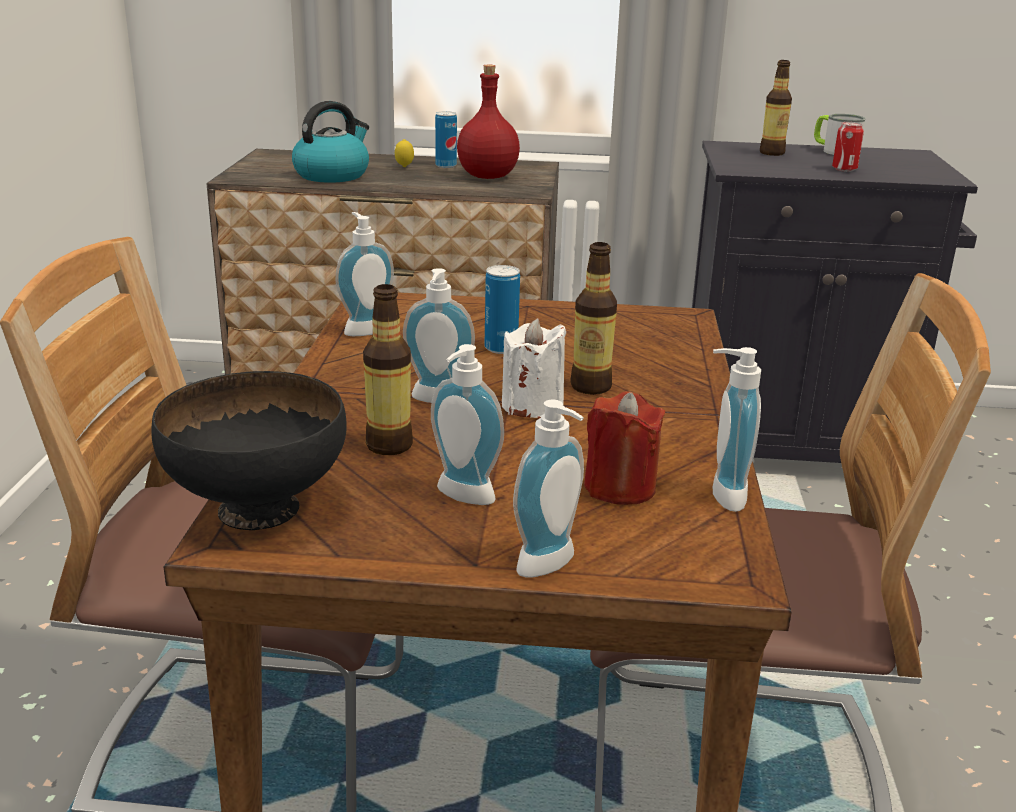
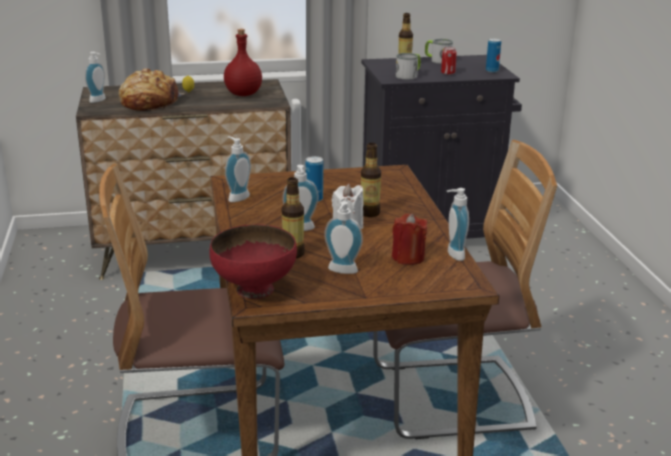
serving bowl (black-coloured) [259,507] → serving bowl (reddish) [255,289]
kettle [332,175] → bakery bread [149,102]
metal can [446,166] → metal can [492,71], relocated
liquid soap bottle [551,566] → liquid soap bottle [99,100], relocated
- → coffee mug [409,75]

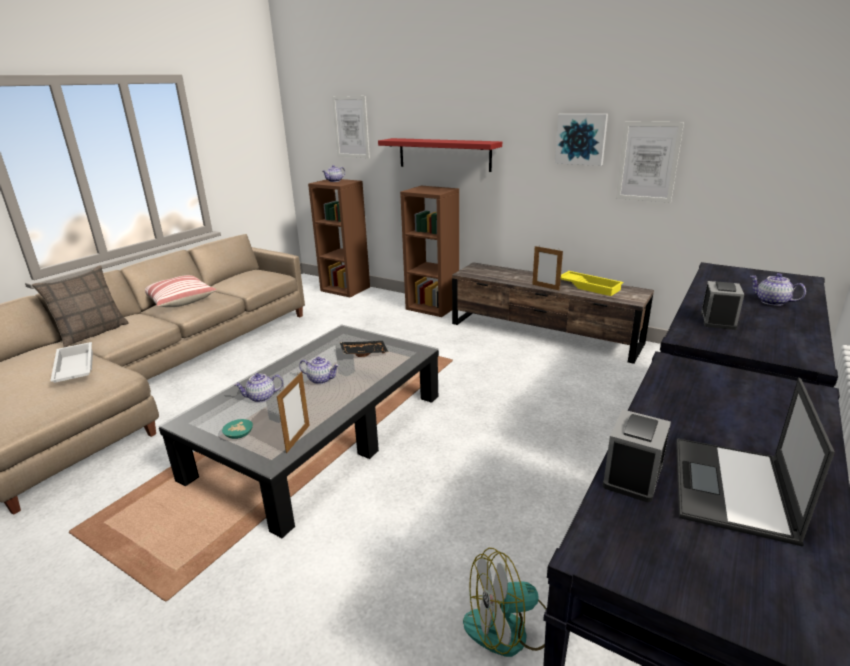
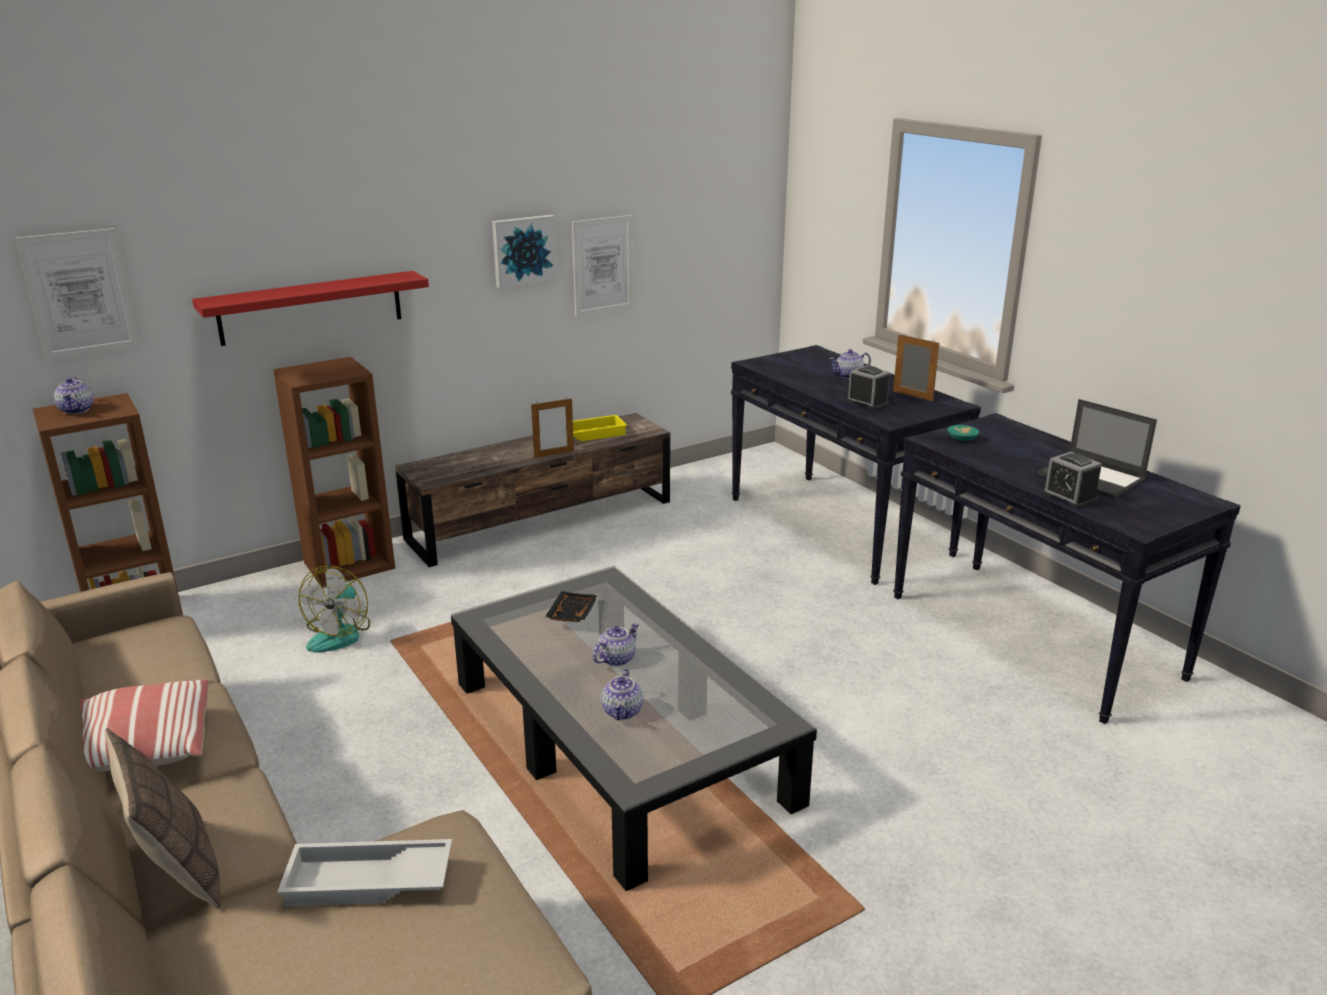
serving bowl (turquoise) [239,435] → serving bowl (turquoise) [963,438], relocated
picture frame [298,438] → picture frame [912,396], relocated
cooling fan [510,628] → cooling fan [340,634], relocated

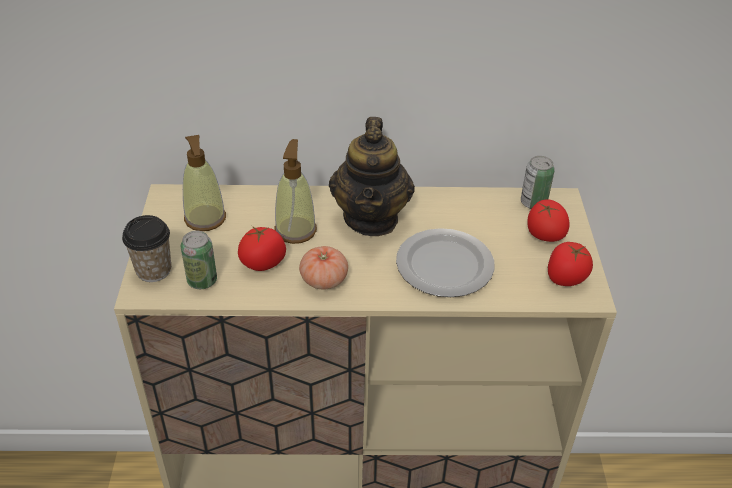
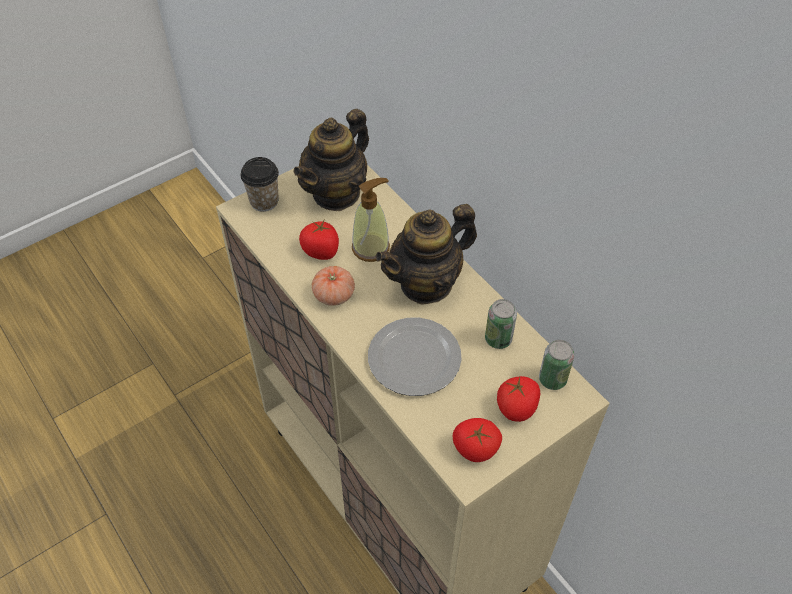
metal can [202,281] → metal can [498,339], relocated
liquid soap bottle [205,218] → tea pot [336,193]

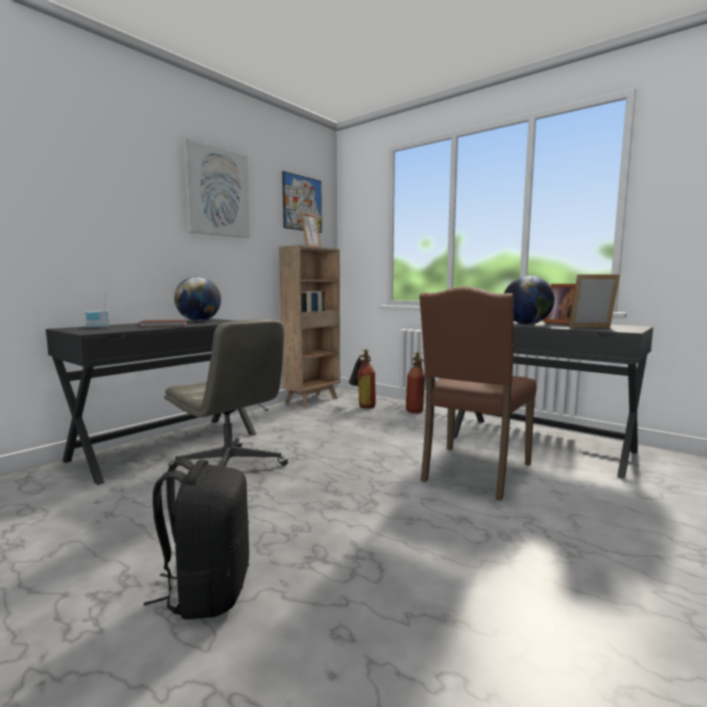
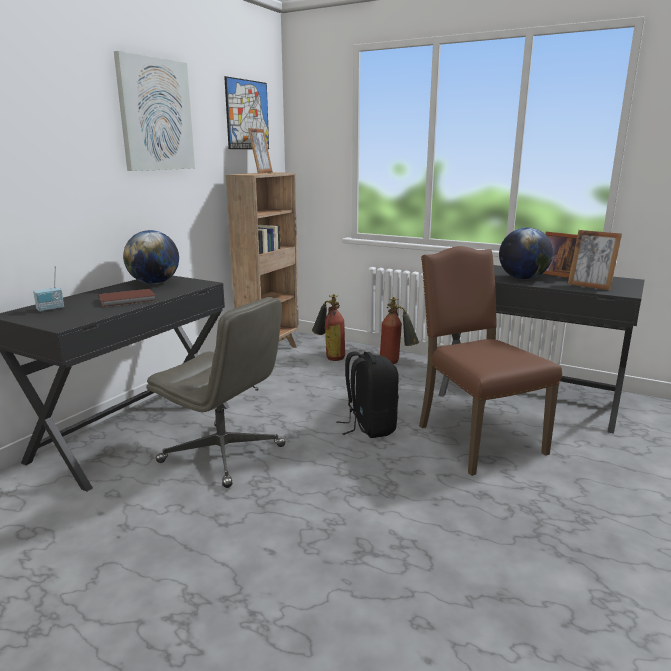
backpack (black-coloured) [207,590] → backpack (black-coloured) [369,427], relocated
upright chair (brownish) [473,472] → upright chair (brownish) [476,438], 135 degrees clockwise
picture frame [591,327] → picture frame [590,286], 135 degrees counterclockwise

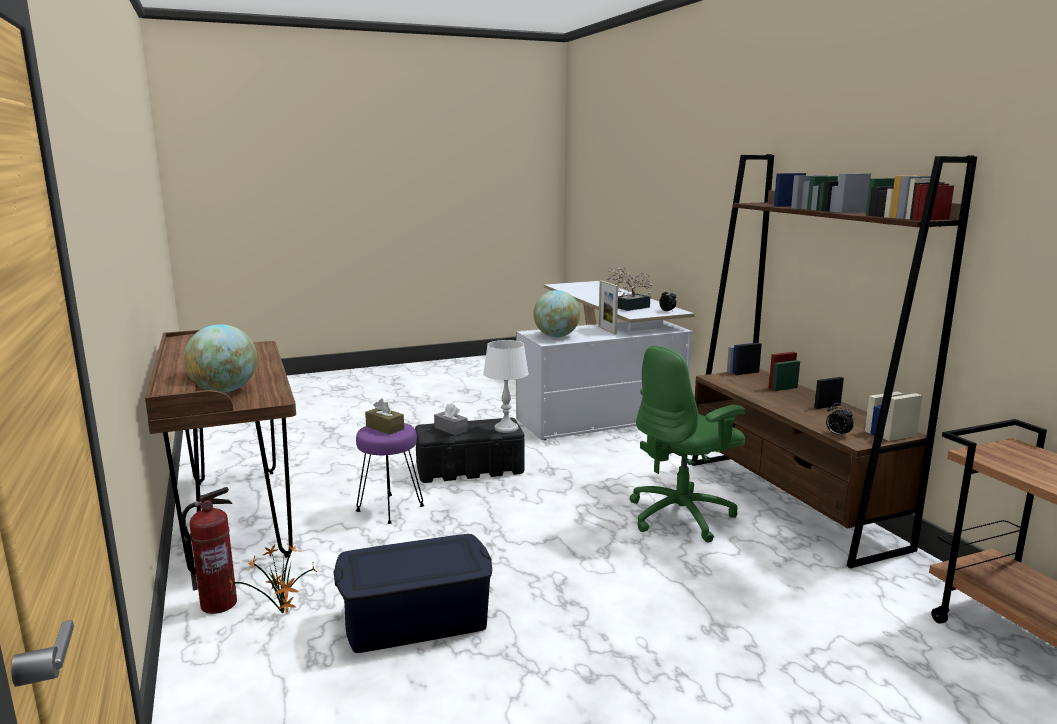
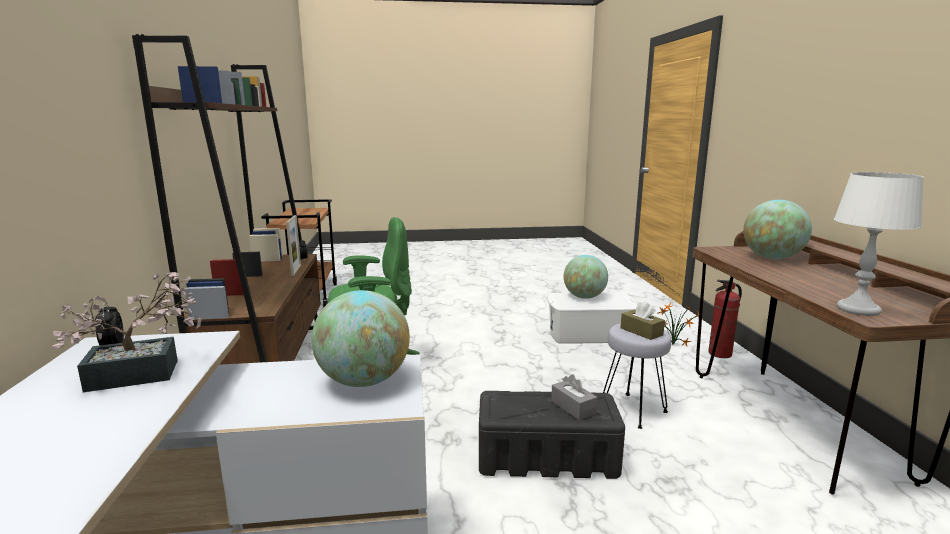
storage container (bluish) [415,619] → storage container (whitish) [590,334]
stool (purple) [390,509] → stool (gray) [632,410]
tabletop lamp (whitish) [506,428] → tabletop lamp (whitish) [858,309], relocated
picture frame [607,330] → picture frame [296,270], relocated
- → desk globe [584,297]

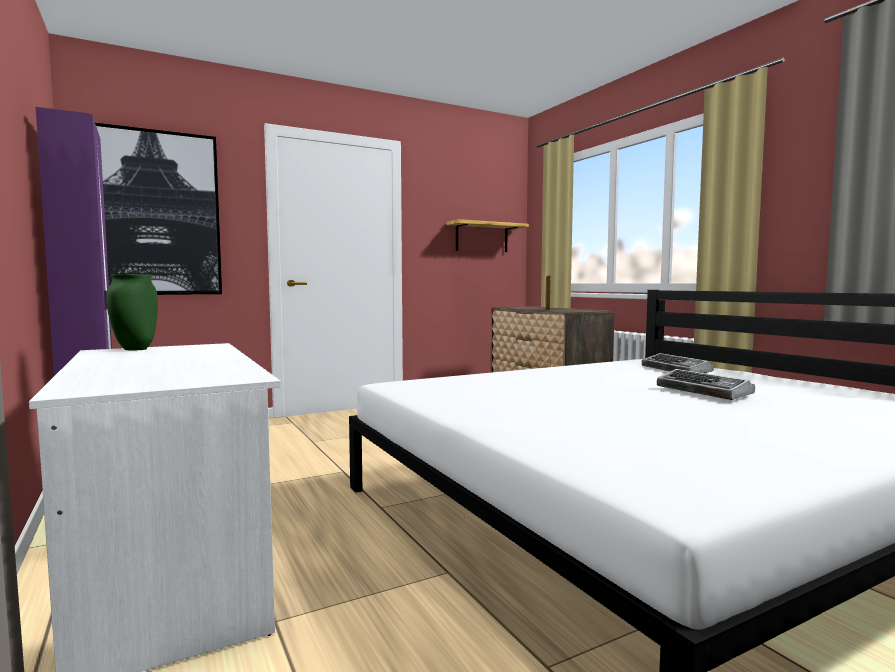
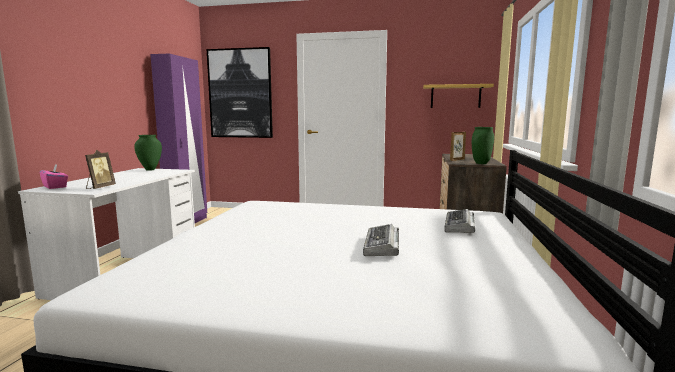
- → box of tissues (pink-coloured) [55,187]
- → picture frame [100,187]
- → flower vase (green-coloured) [480,163]

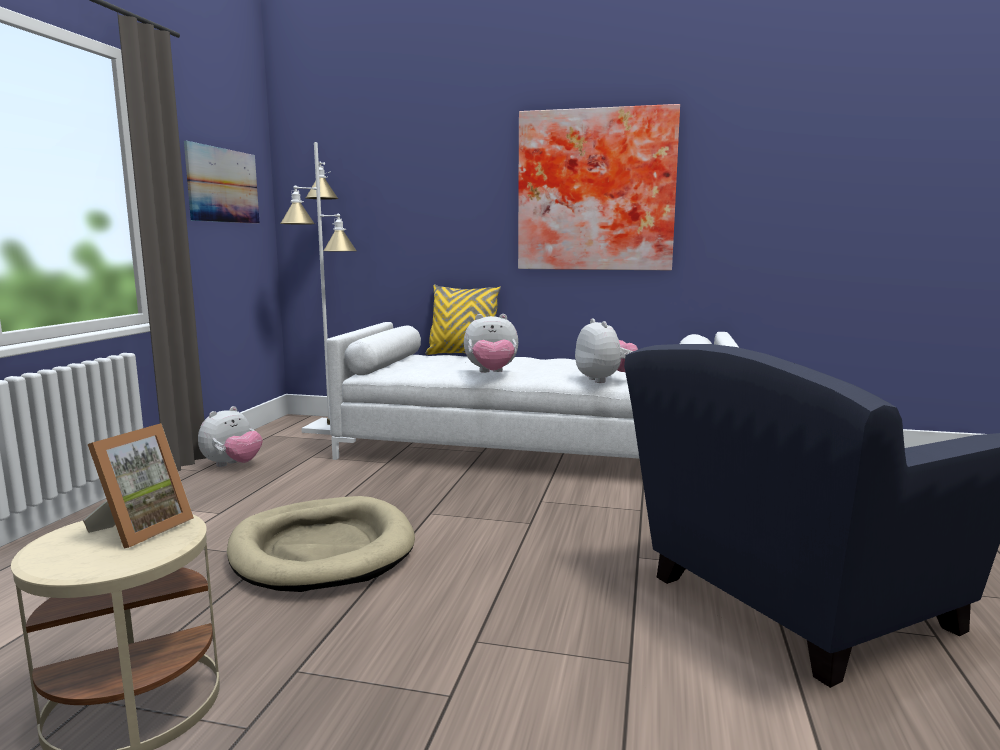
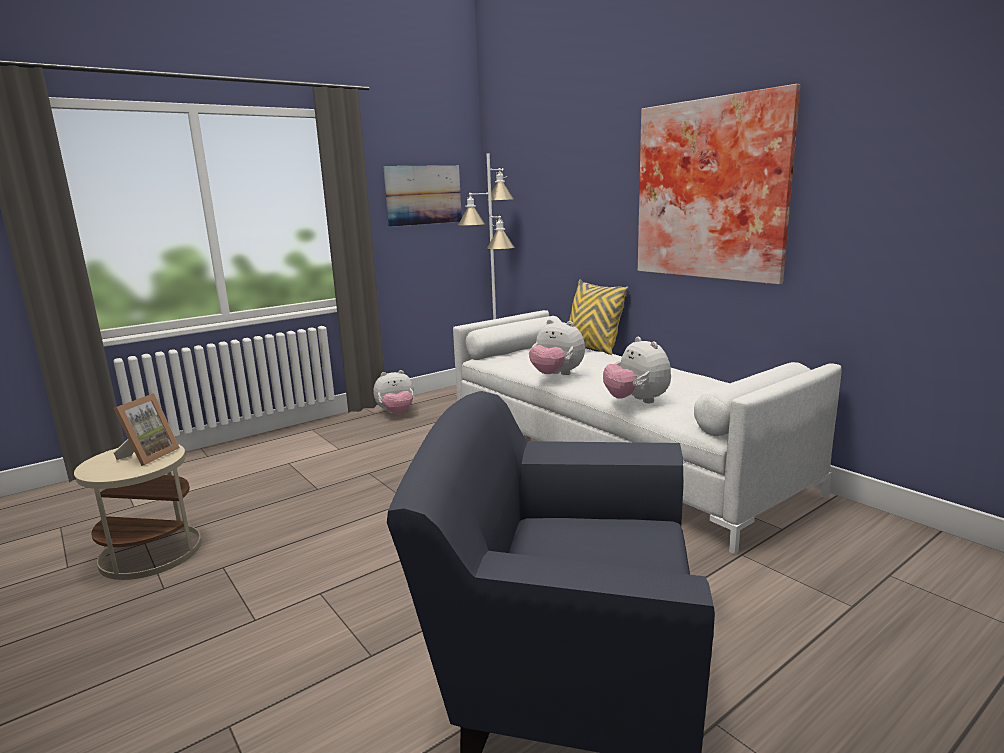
picture frame [141,529] → picture frame [148,455], 45 degrees counterclockwise
pet bed (beige) [322,550] → -
cuddly toy [604,380] → cuddly toy [636,401], 135 degrees clockwise

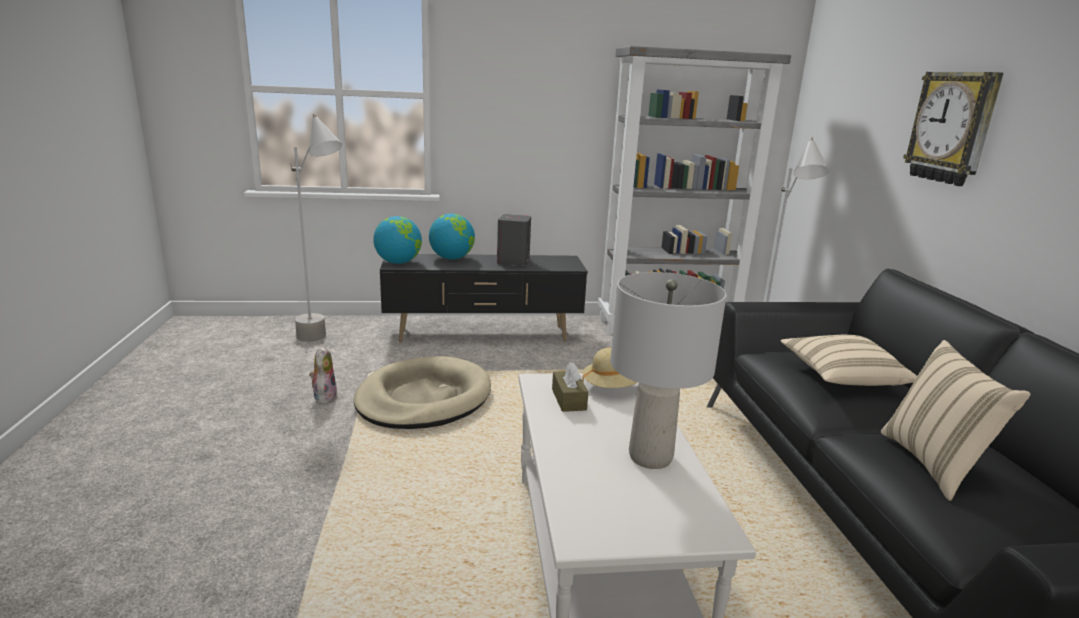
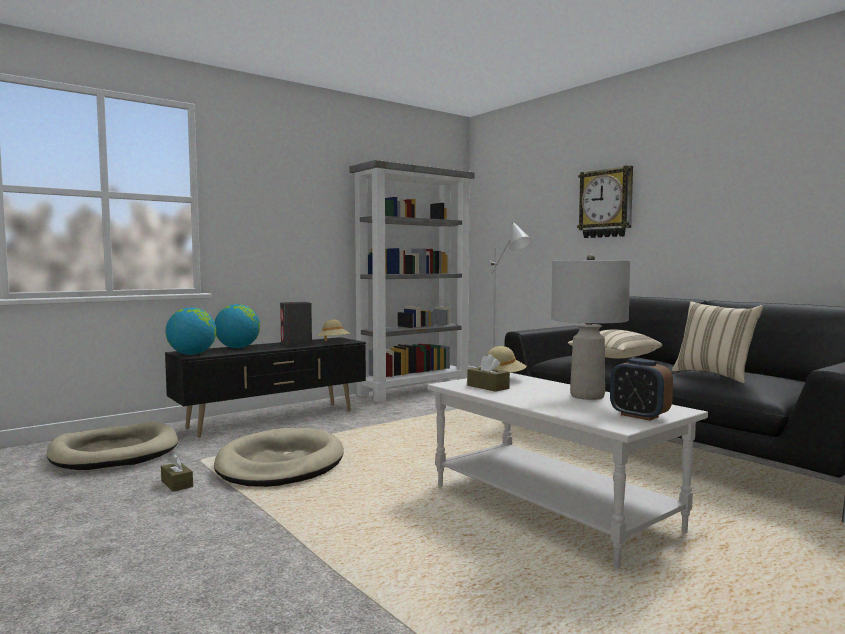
standard lamp (gray) [324,343] → pet bed (beige) [115,452]
cuddly toy [324,397] → box of tissues (brownish) [177,484]
- → clothing hat (beige) [334,342]
- → bedside clock [639,416]

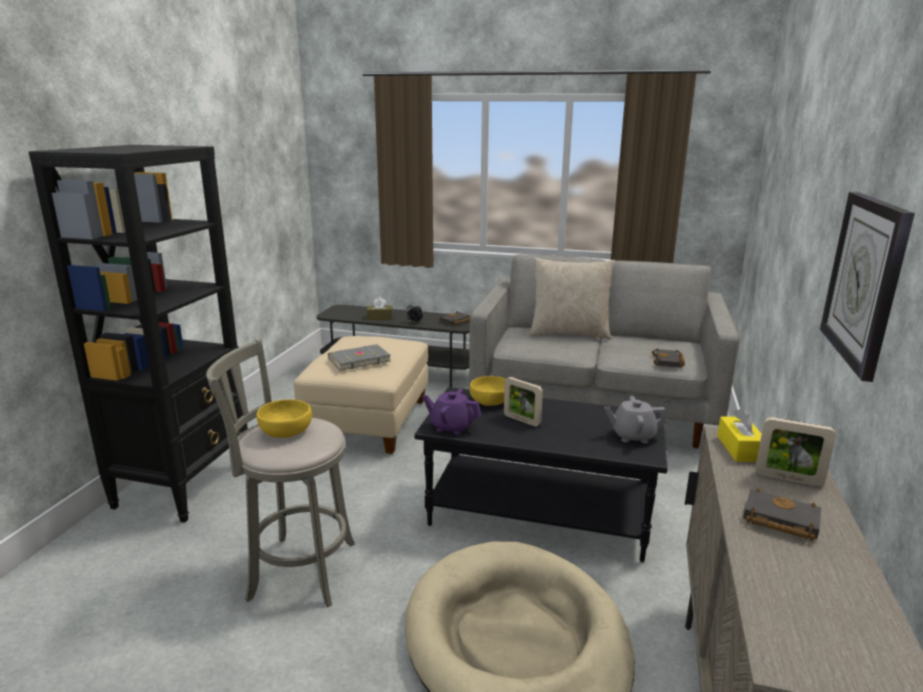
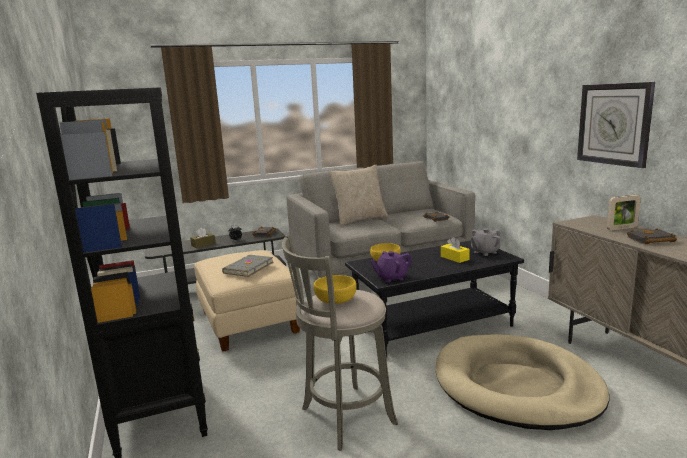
picture frame [521,420] → -
box of tissues (yellowish) [739,448] → box of tissues (yellowish) [454,258], relocated

